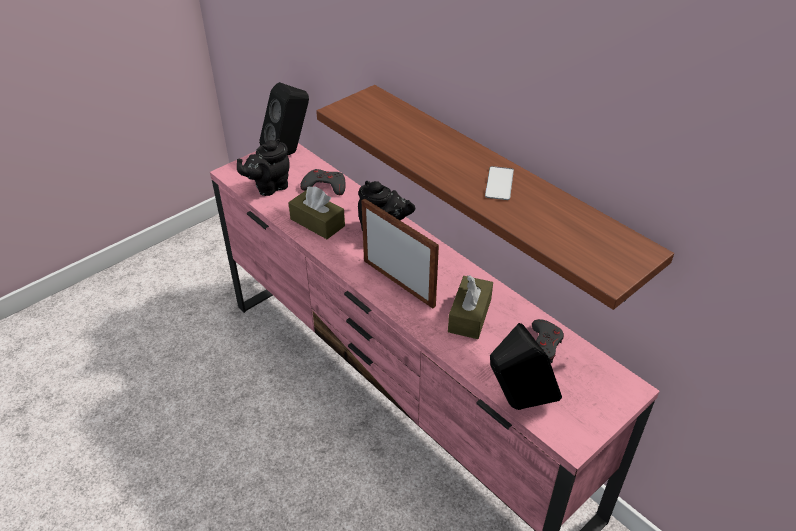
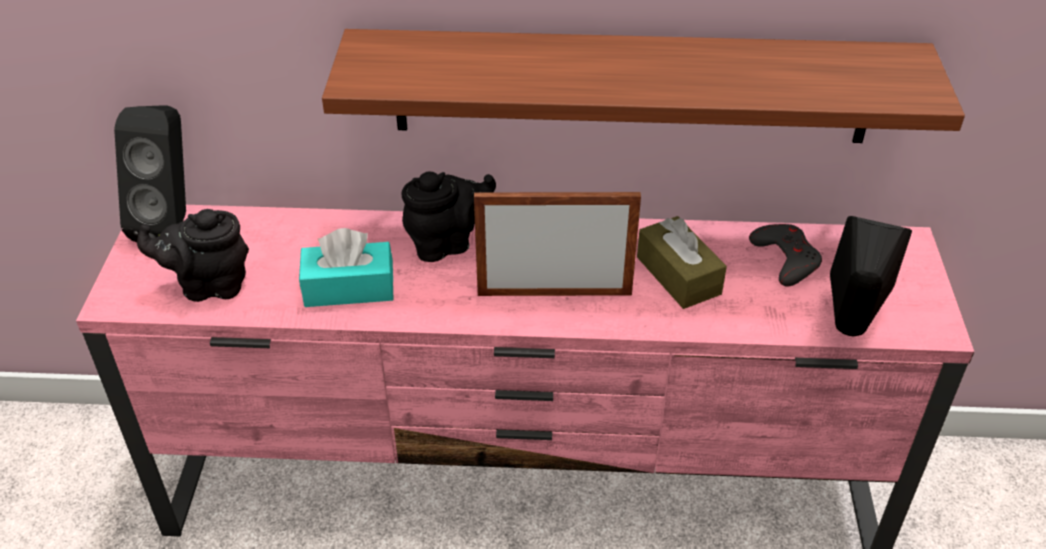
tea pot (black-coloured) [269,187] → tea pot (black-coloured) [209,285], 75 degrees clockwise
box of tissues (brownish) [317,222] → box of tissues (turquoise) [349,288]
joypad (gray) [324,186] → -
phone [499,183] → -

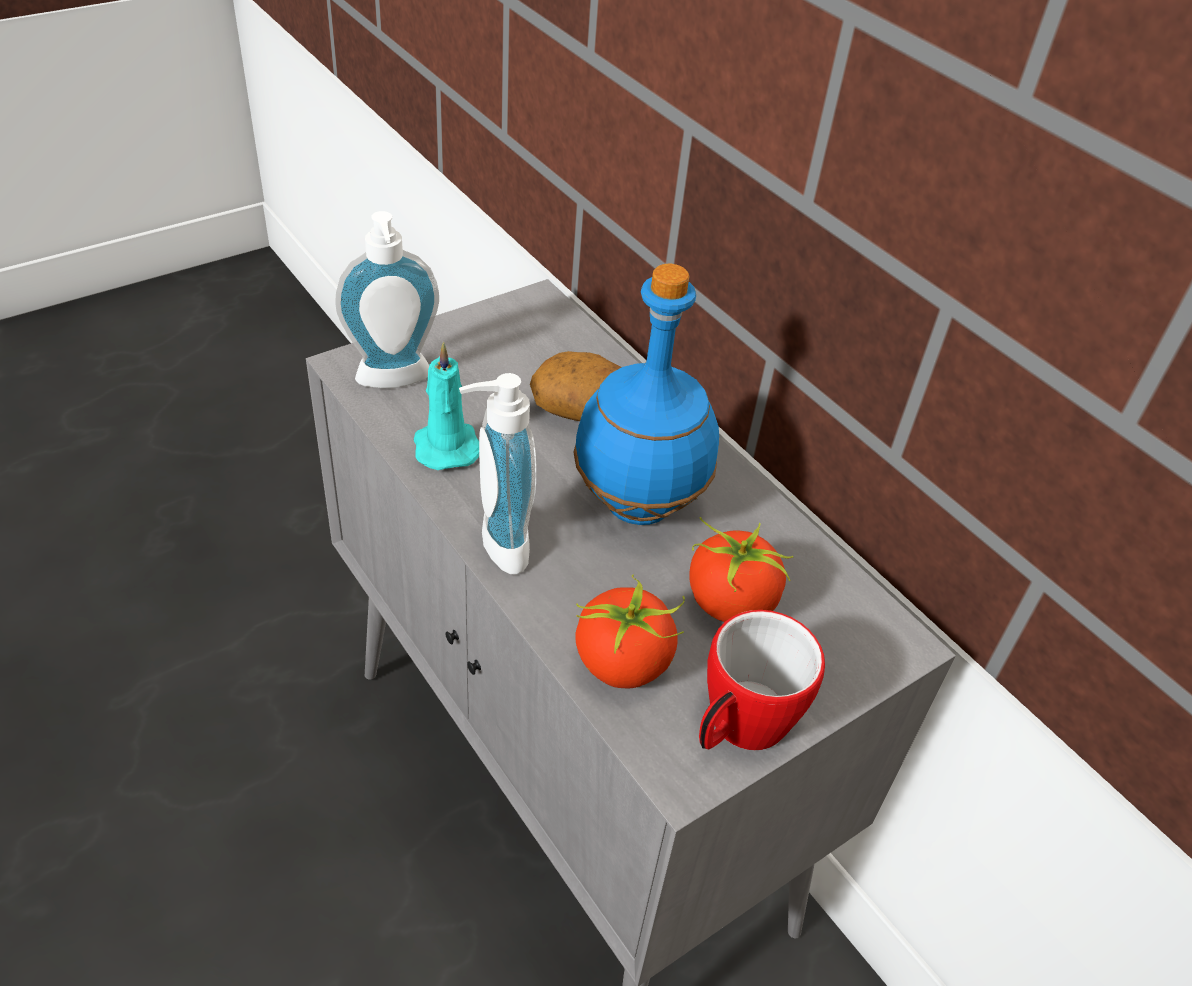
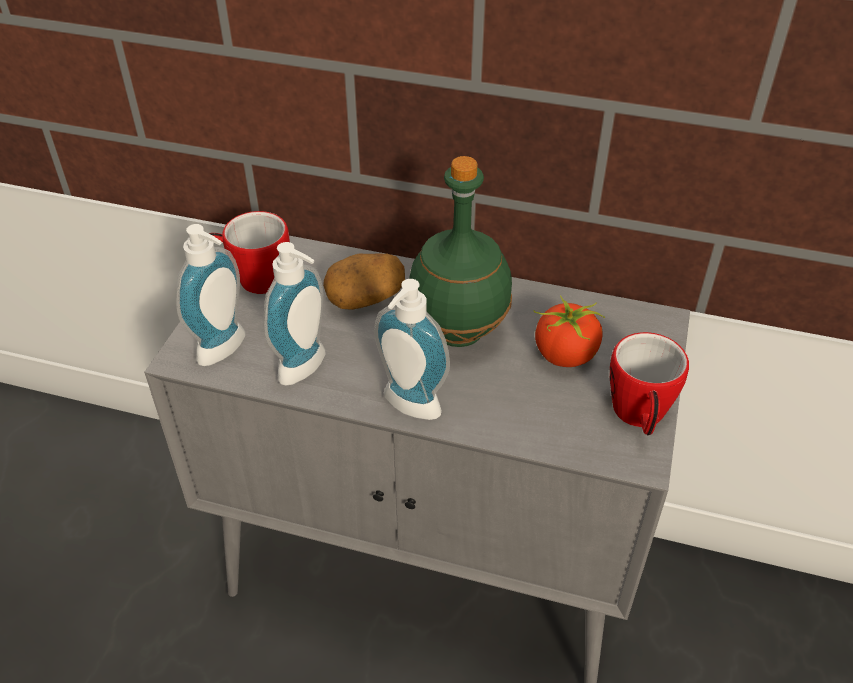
wax light (turquoise) [446,445] → liquid soap bottle [308,369]
bottle (bluish) [639,503] → bottle (green-coloured) [458,331]
tomato [623,664] → -
- → coffee mug [252,280]

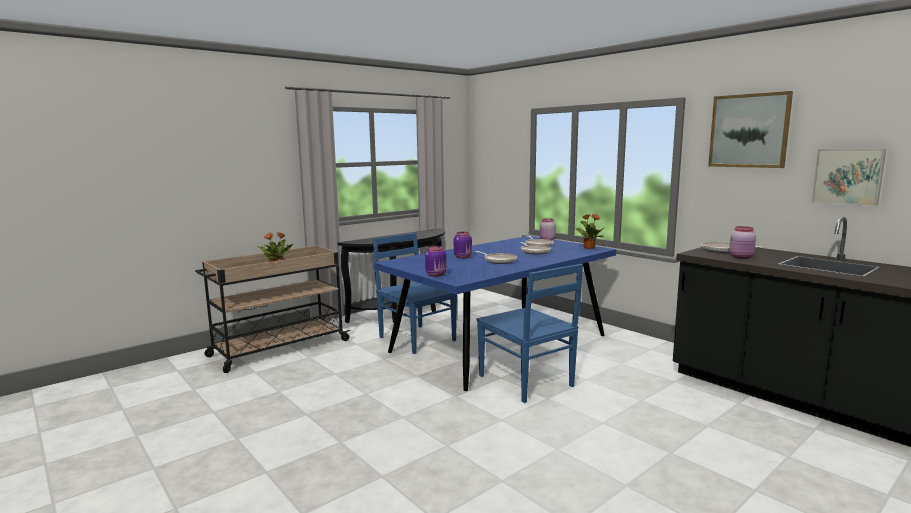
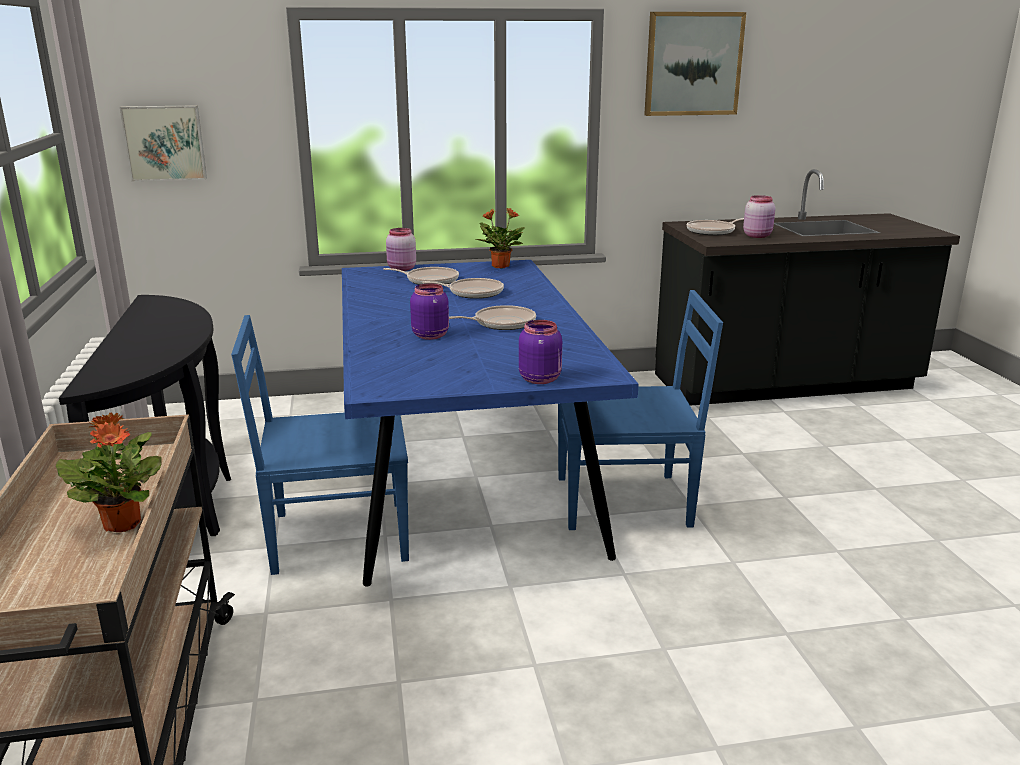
wall art [848,176] → wall art [165,143], relocated

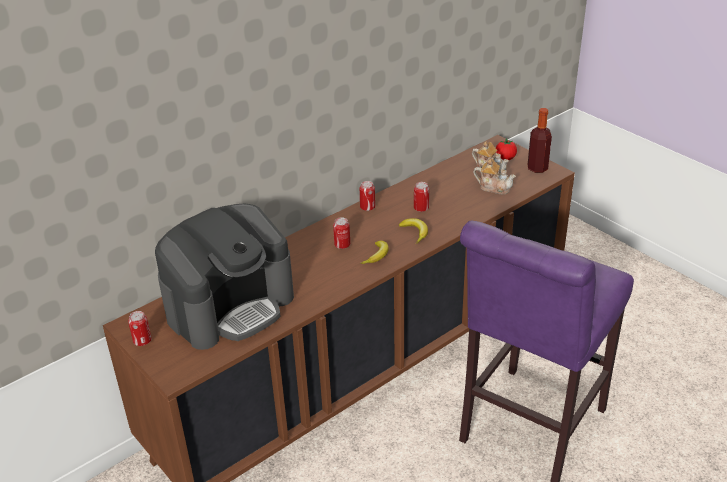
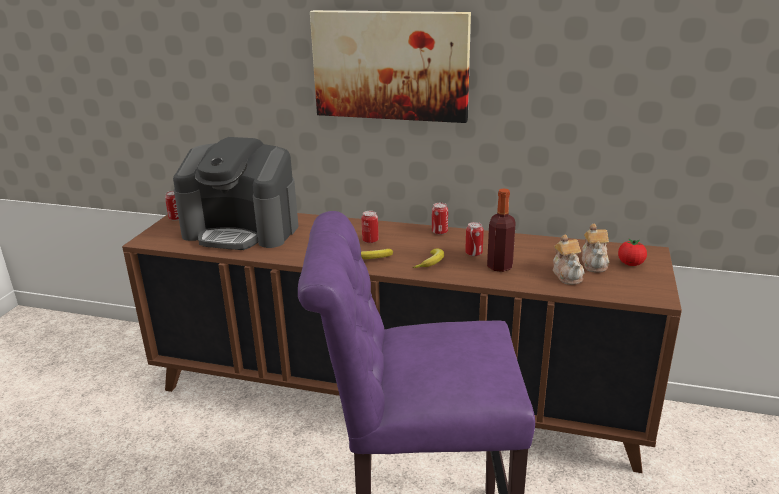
bottle [537,168] → bottle [499,266], relocated
- → wall art [390,65]

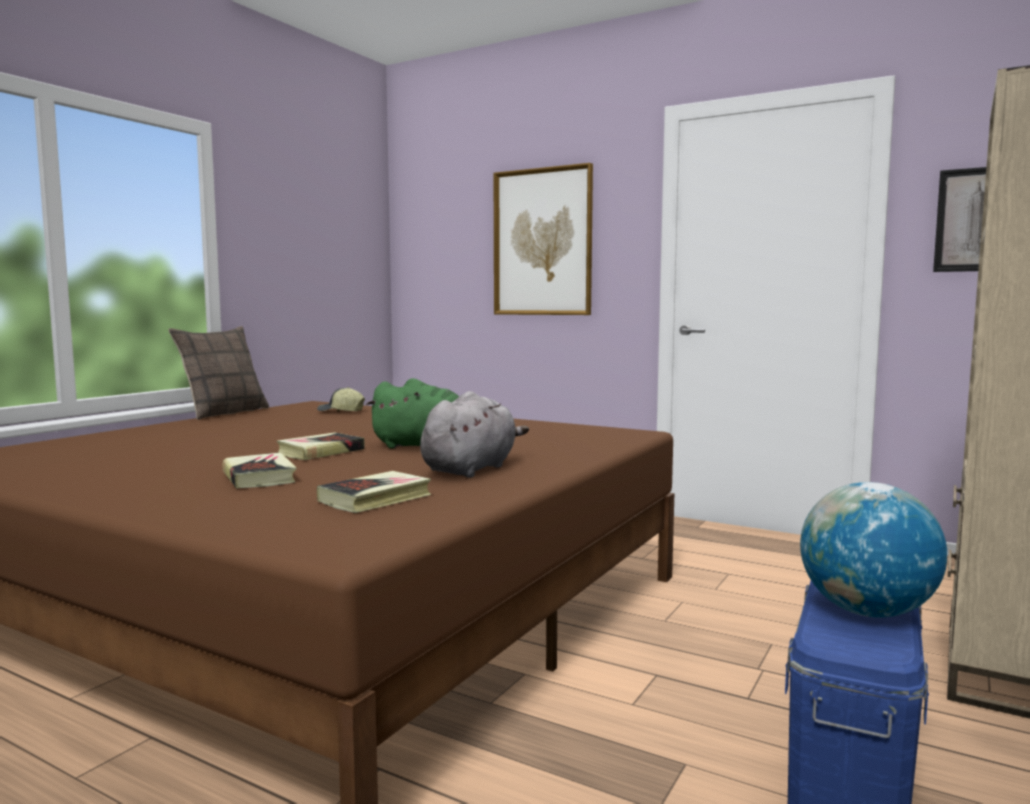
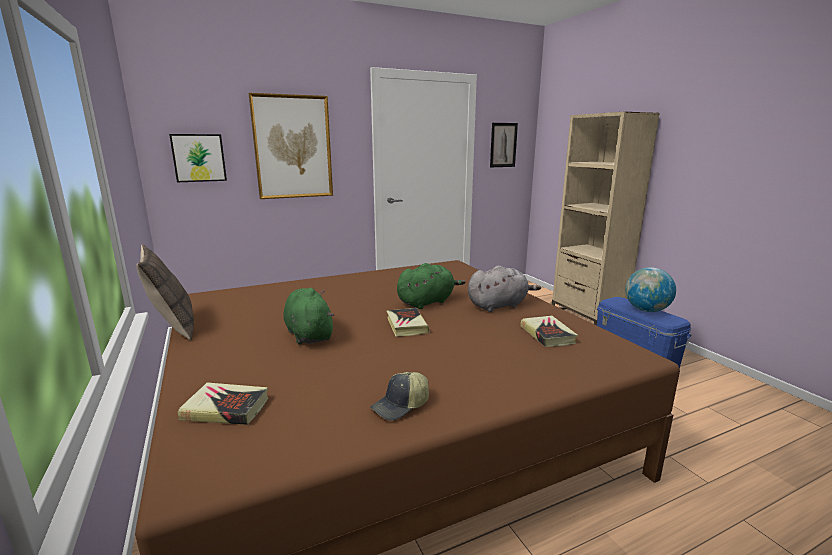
volume [259,477] → volume [226,408], relocated
peaked cap [340,411] → peaked cap [401,406], relocated
cuddly toy (gray) [471,469] → cuddly toy (gray) [499,305], 90 degrees clockwise
- → wall art [199,158]
- → cuddly toy (green-coloured) [309,334]

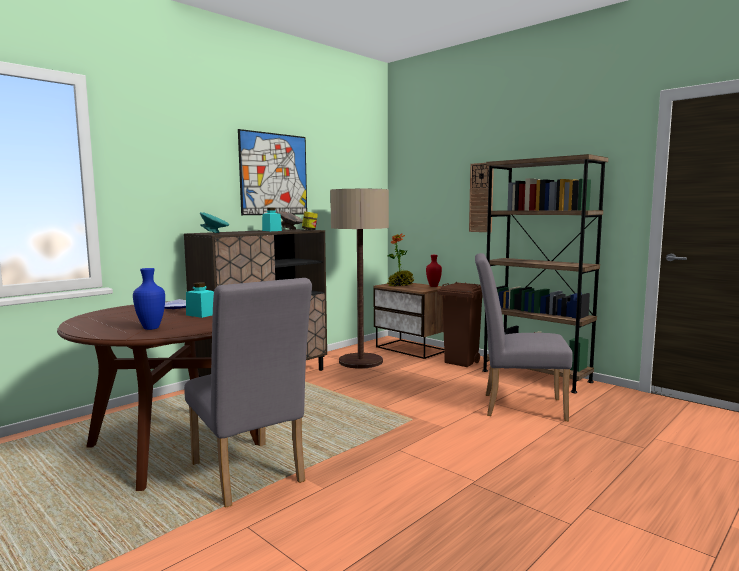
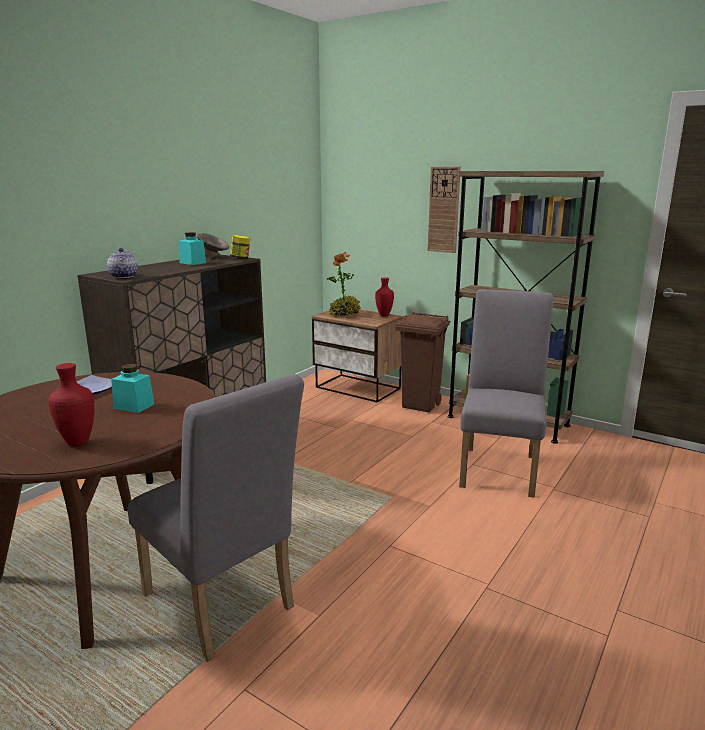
flower vase (bluish) [152,328] → flower vase (reddish) [79,442]
serving bowl (turquoise) [214,233] → tea pot [123,276]
wall art [274,174] → -
standard lamp [360,361] → -
upright chair (gray) [516,406] → upright chair (gray) [499,467], 105 degrees clockwise

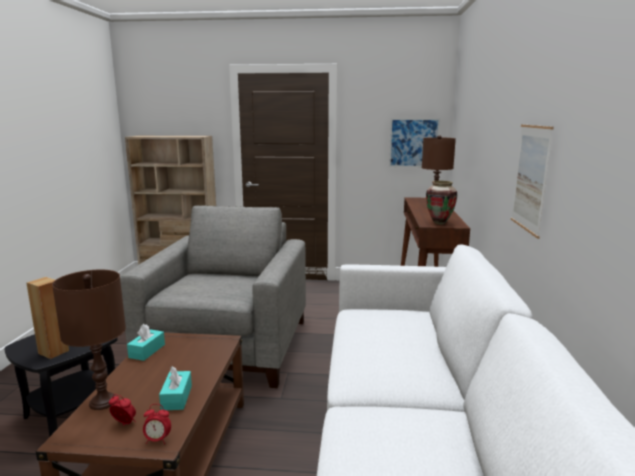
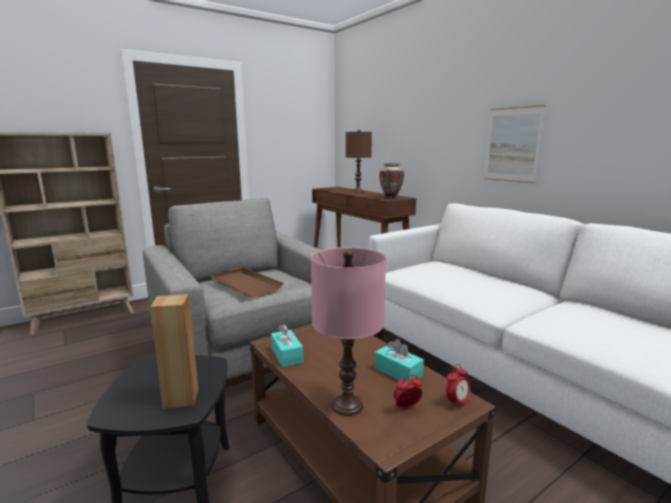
tabletop lamp (brownish) [103,401] → tabletop lamp (pink-coloured) [347,405]
wall art [414,143] → -
- → carrying tray (brownish) [244,285]

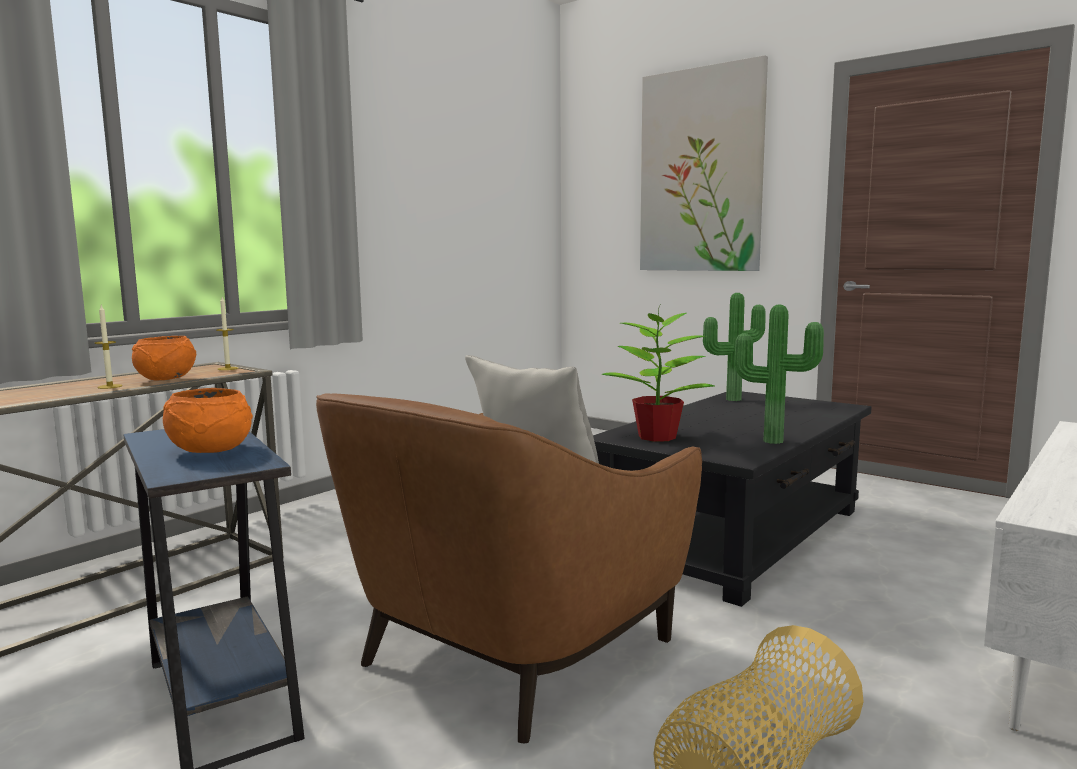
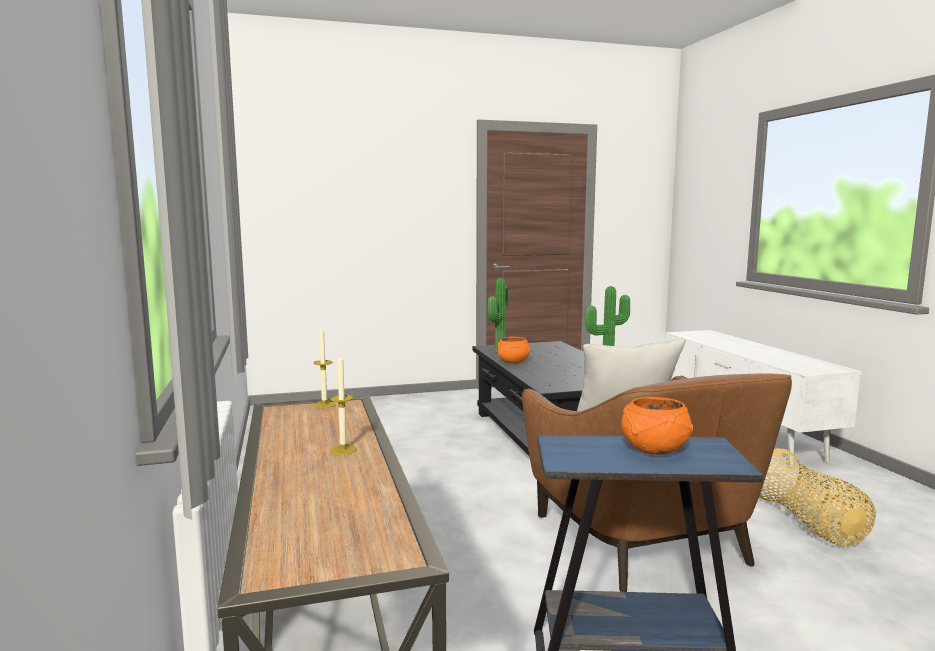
serving bowl (orange) [166,379] → serving bowl (orange) [513,362], relocated
potted plant [658,437] → -
wall art [700,171] → -

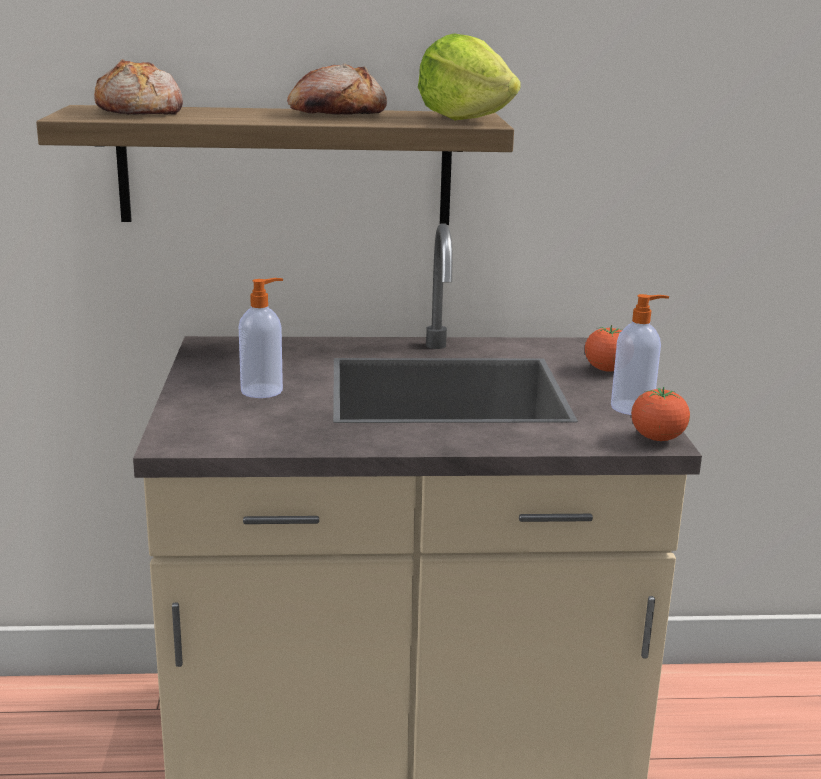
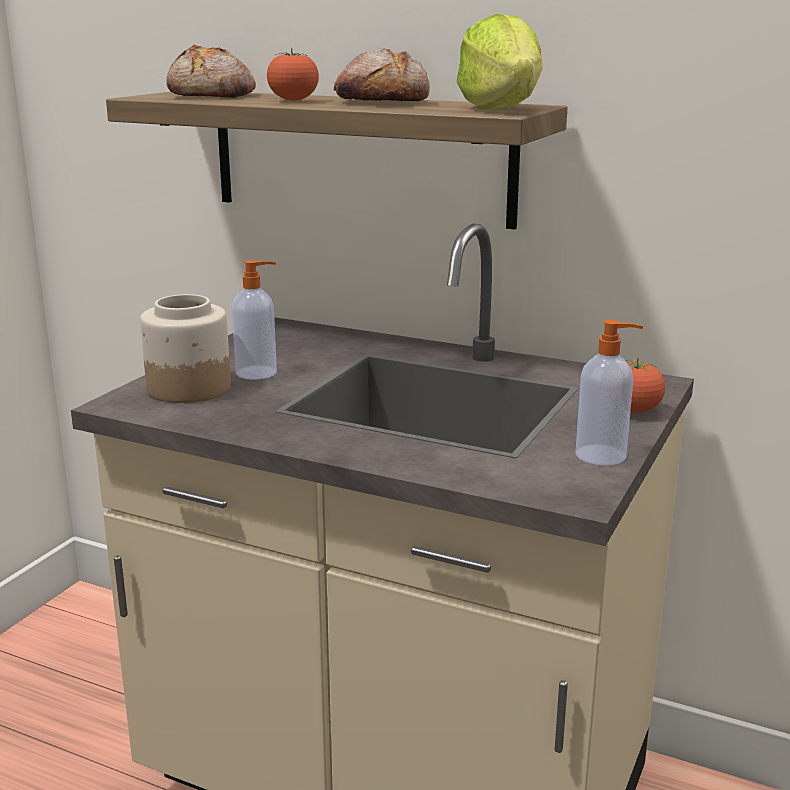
tomato [657,438] → tomato [293,100], relocated
- → preserve jar [188,388]

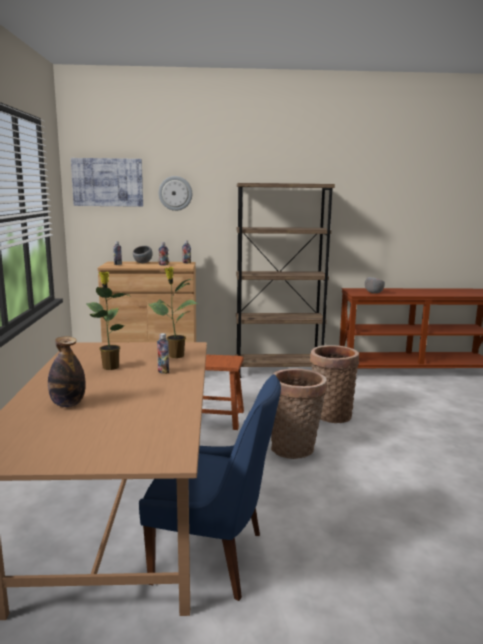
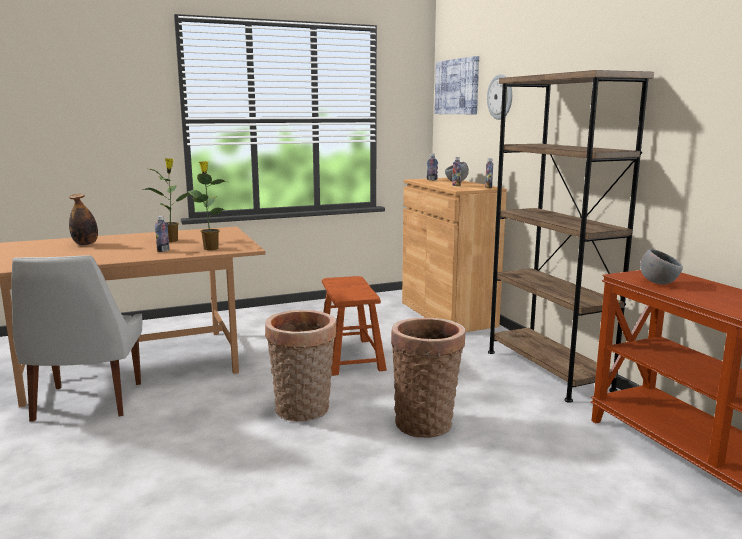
upright chair (bluish) [213,558] → upright chair (whitish) [87,403]

